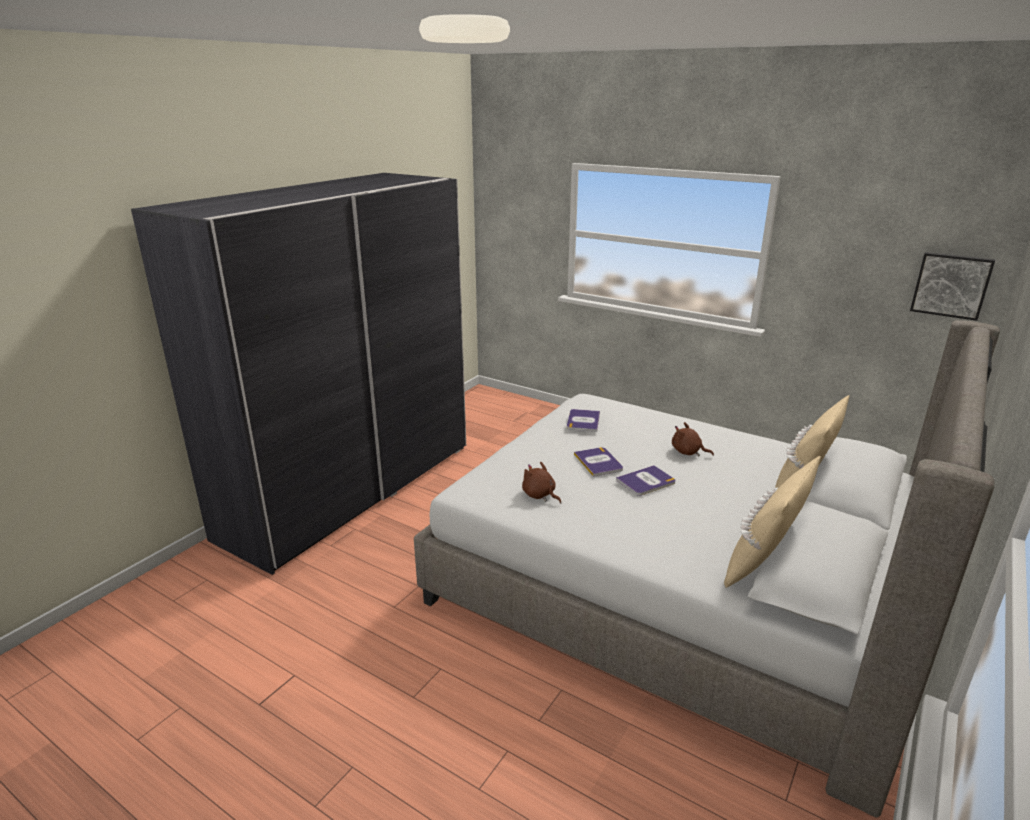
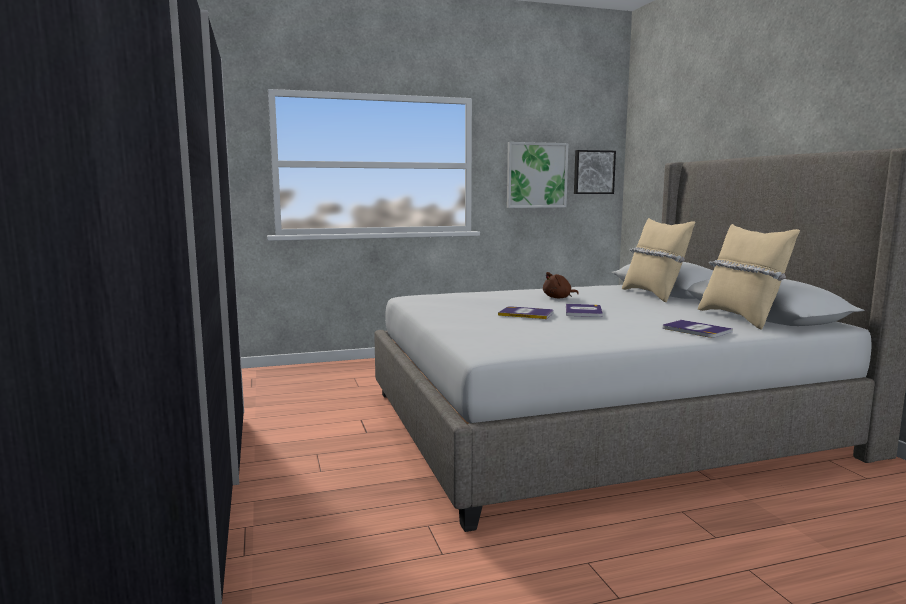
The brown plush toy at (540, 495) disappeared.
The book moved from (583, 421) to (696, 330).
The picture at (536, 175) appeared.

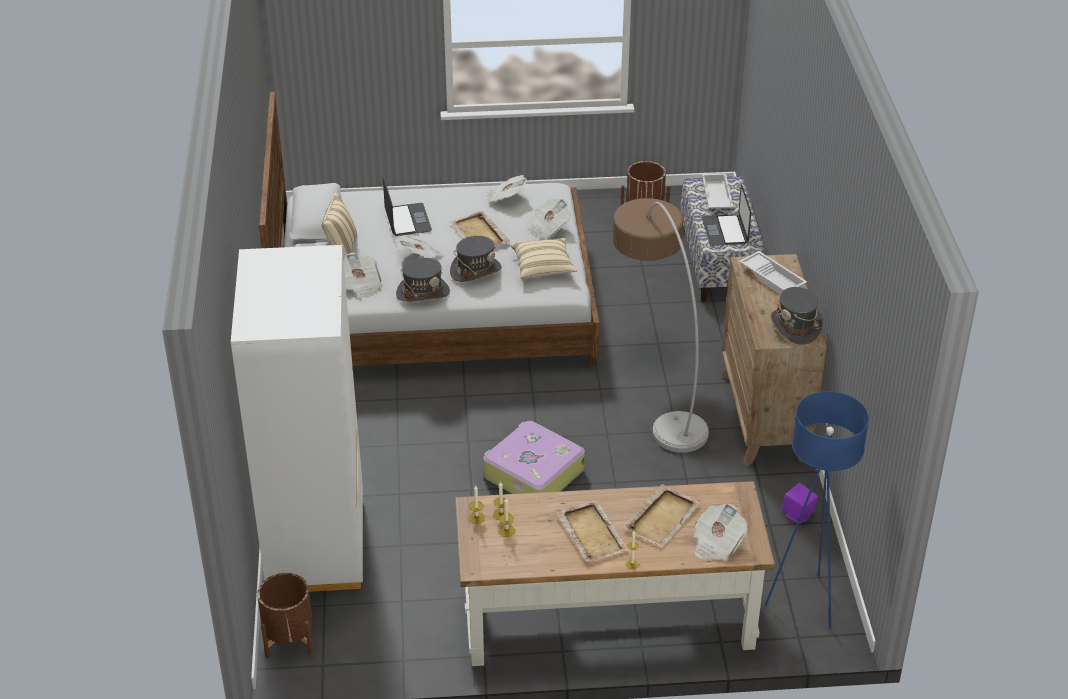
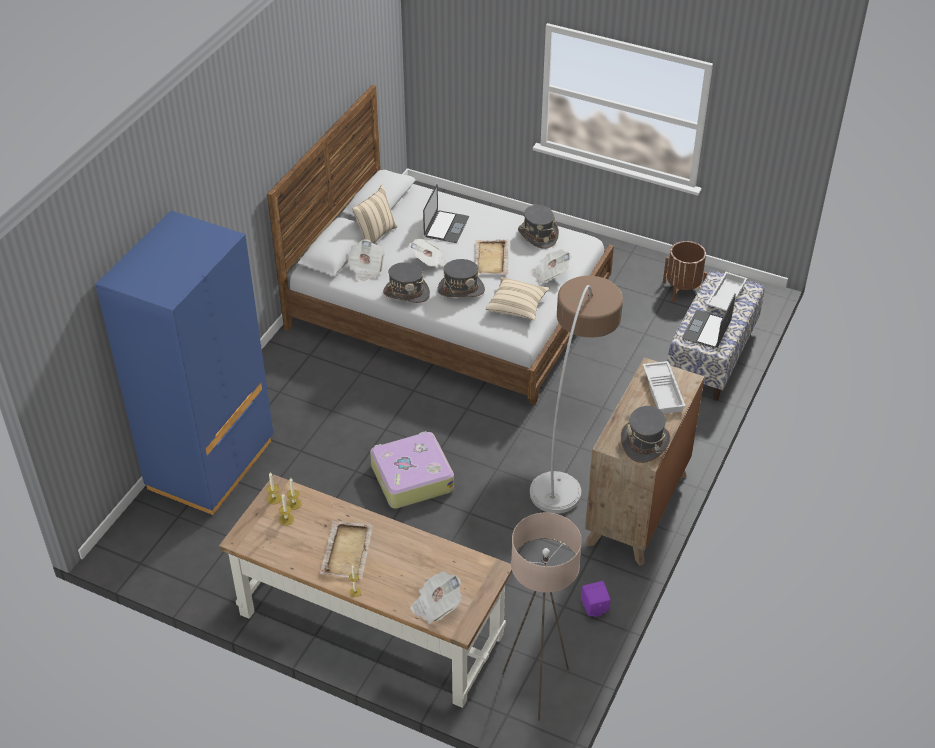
The white wardrobe at (316, 544) became the blue wardrobe at (211, 465).
The brown planter at (289, 639) disappeared.
The newspaper at (505, 198) was replaced by the grey hat at (537, 235).
The beige tray at (662, 517) disappeared.
The blue floor lamp at (805, 602) became the beige floor lamp at (537, 687).

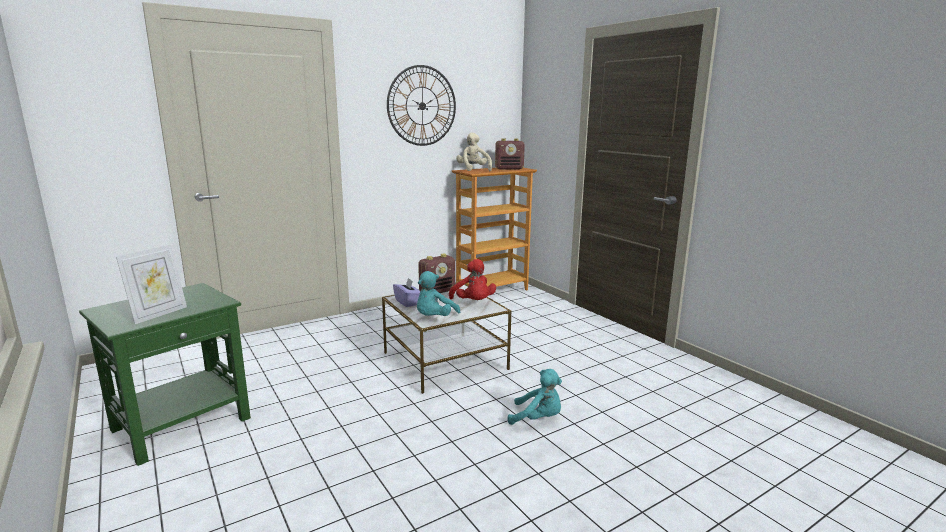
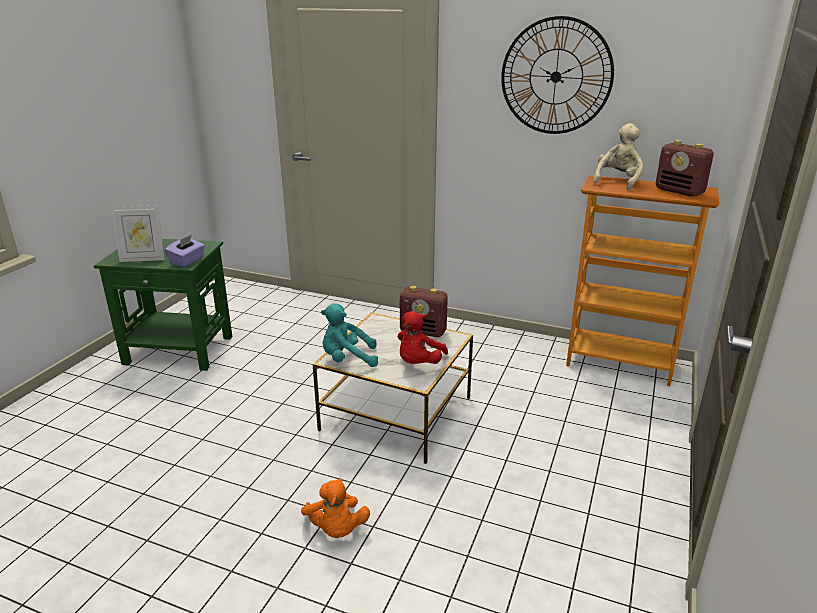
The purple tissue box moved from (408, 302) to (187, 261).
The turquoise plush toy at (538, 418) became the orange plush toy at (336, 529).

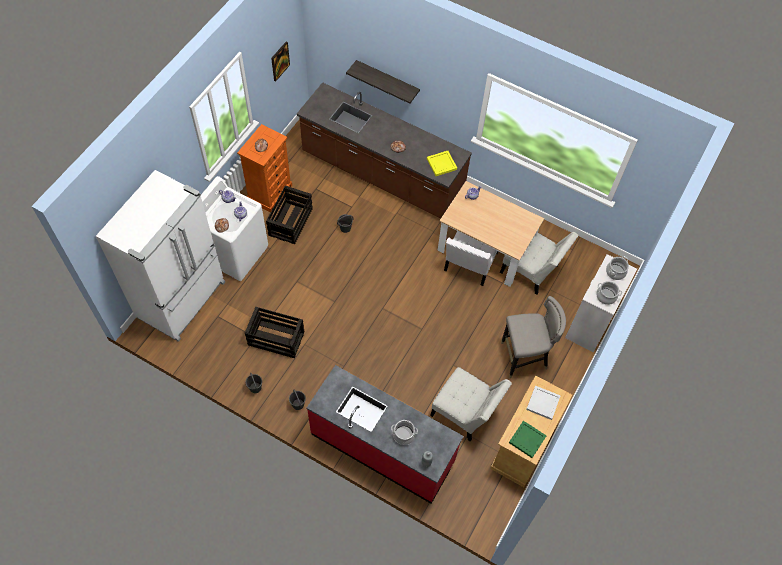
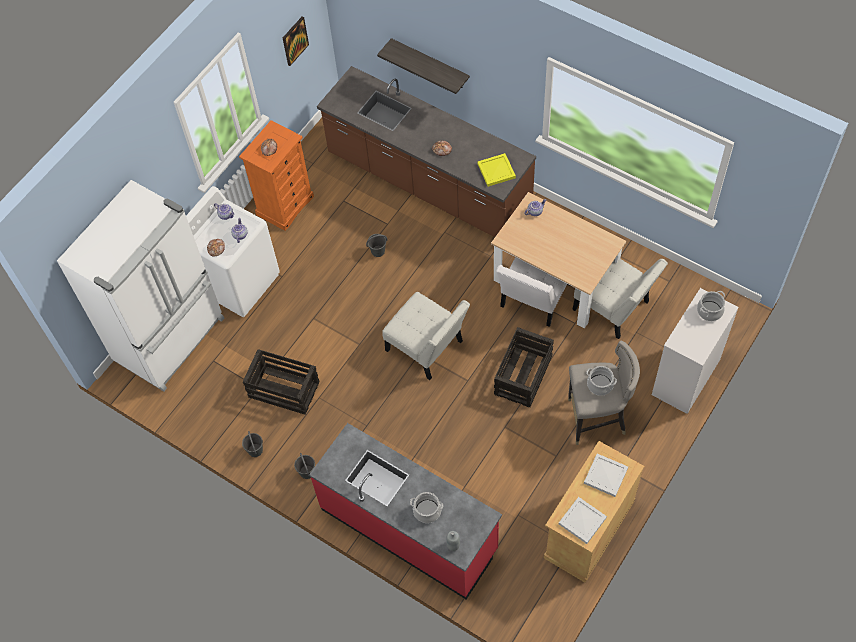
The crate moved from (290, 222) to (523, 376).
The white chair moved from (465, 413) to (427, 349).
The green tray at (527, 439) became the white tray at (582, 520).
The cooking pot moved from (606, 296) to (600, 384).

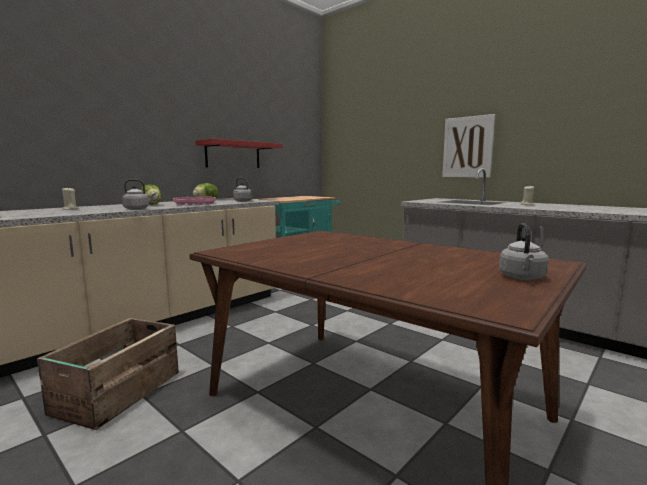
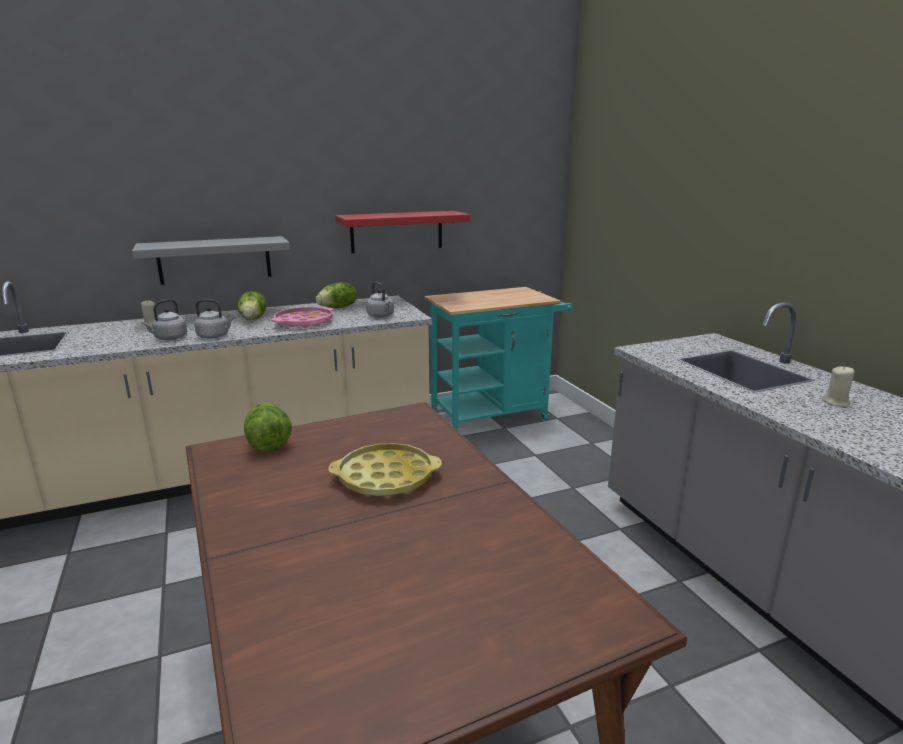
The crate at (116, 393) disappeared.
The picture at (467, 147) disappeared.
The grey kettle moved from (522, 278) to (169, 338).
The grey shelf at (215, 260) appeared.
The lettuce at (267, 443) appeared.
The yellow tray at (385, 477) appeared.

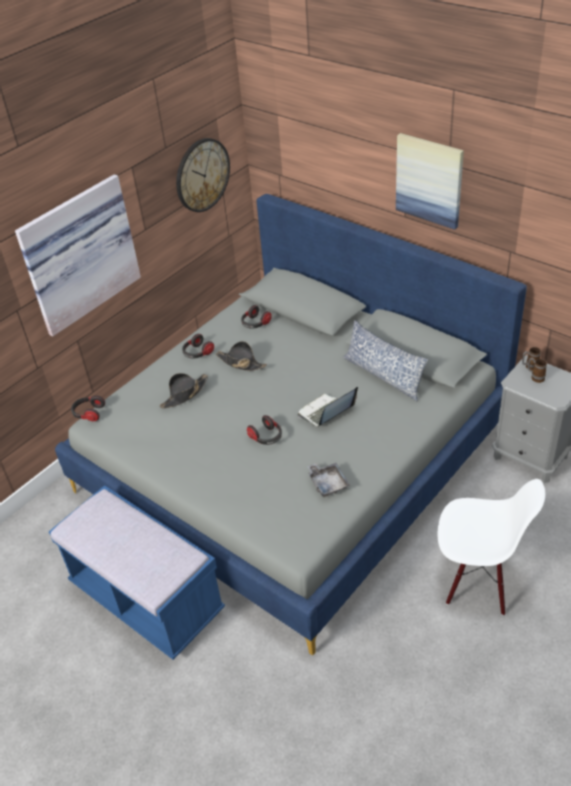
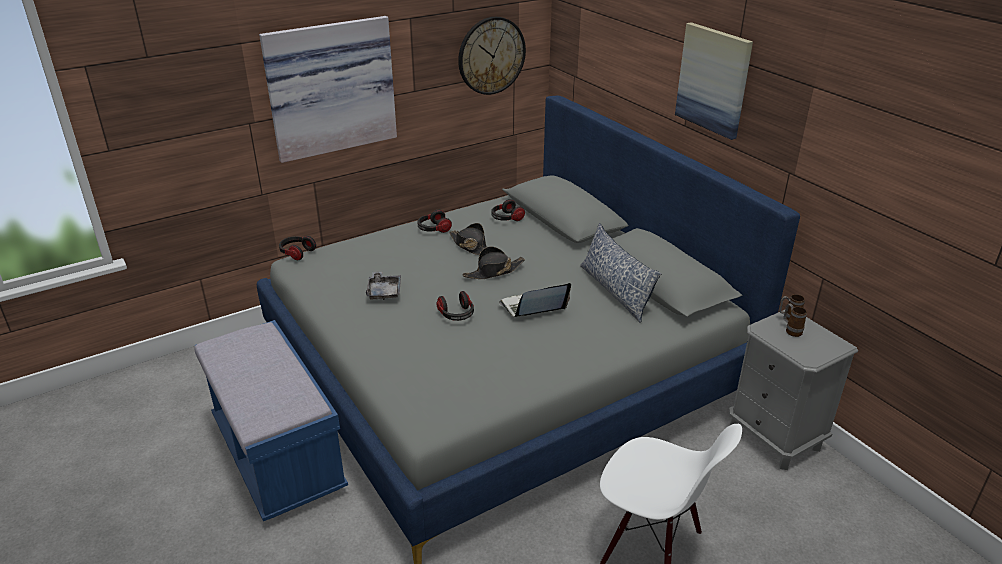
The black hat moved from (184, 394) to (493, 271).
The grey tray moved from (328, 483) to (384, 291).

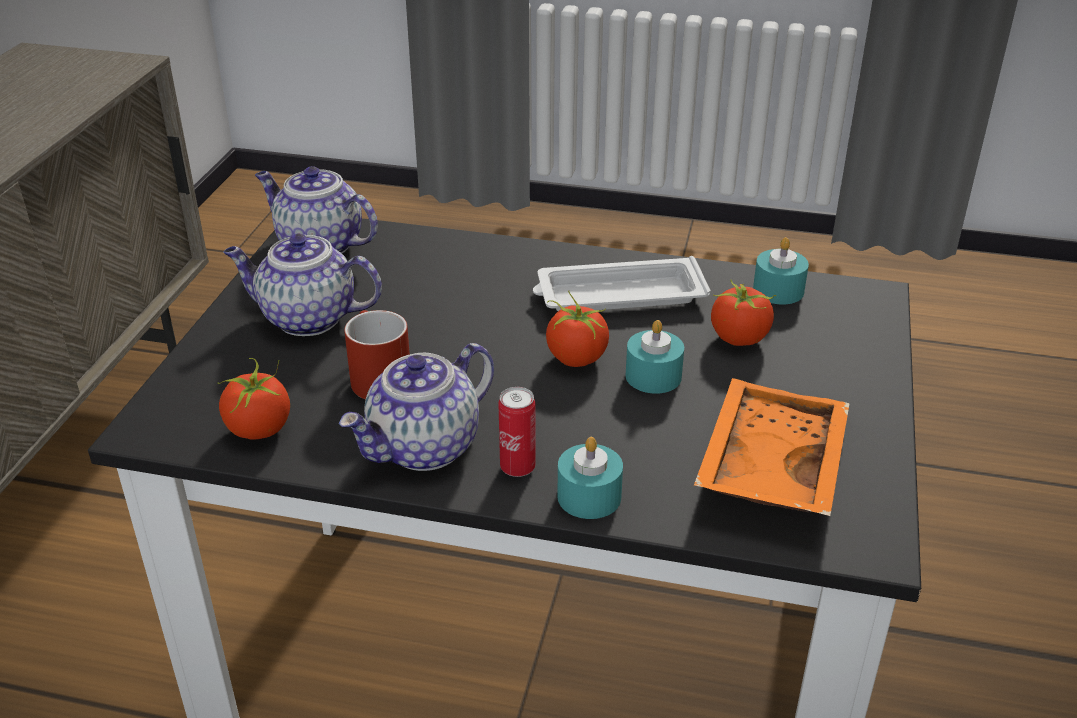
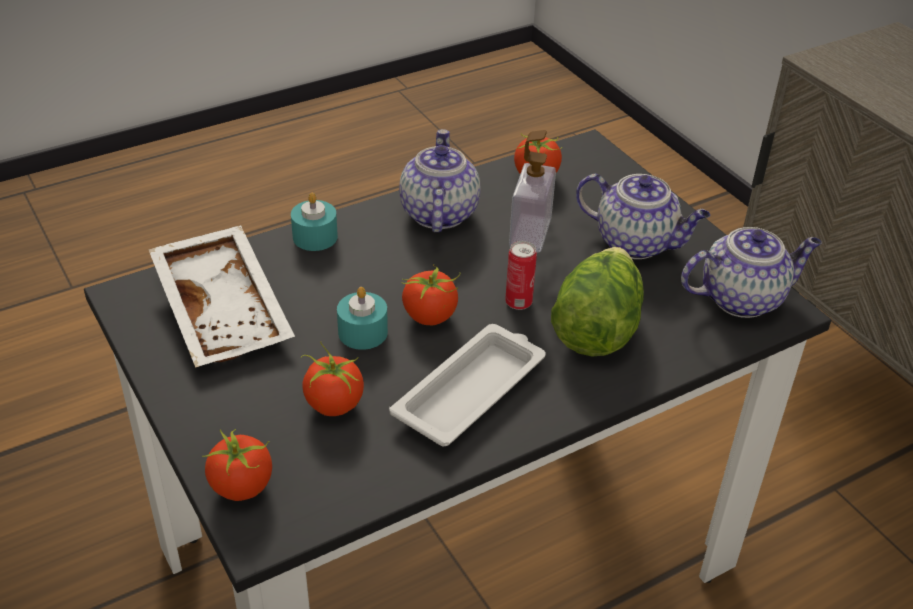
The teapot at (306, 318) turned 60 degrees clockwise.
The red mug at (375, 376) was replaced by the soap dispenser at (530, 233).
The can moved from (517, 468) to (518, 303).
The orange tray at (768, 465) became the white tray at (226, 310).
The turquoise candle at (778, 290) disappeared.
The tomato at (242, 487) appeared.
The lettuce at (596, 325) appeared.

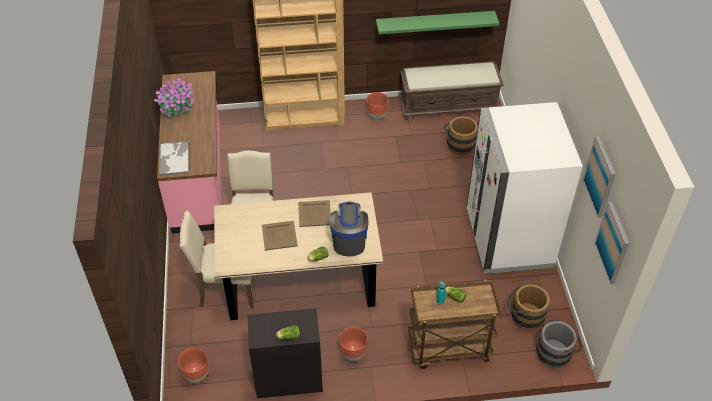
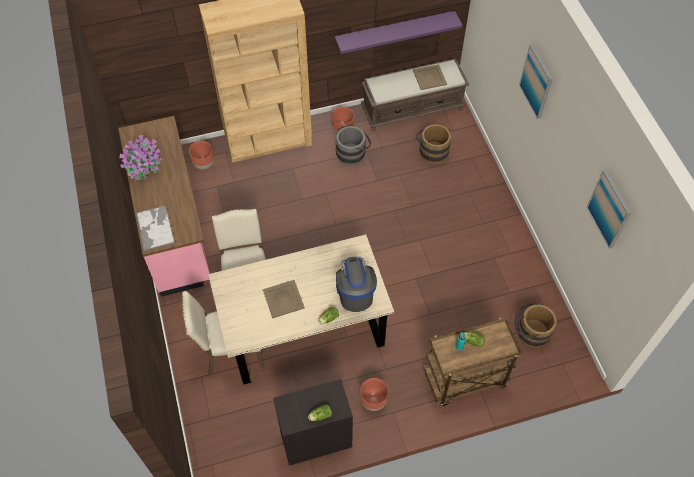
The brown planter moved from (196, 374) to (204, 164).
The beige tray moved from (315, 213) to (430, 77).
The green shelf at (435, 23) became the purple shelf at (394, 31).
The white fridge at (508, 238) disappeared.
The grey bucket moved from (556, 353) to (353, 153).
The picture moved from (613, 243) to (537, 81).

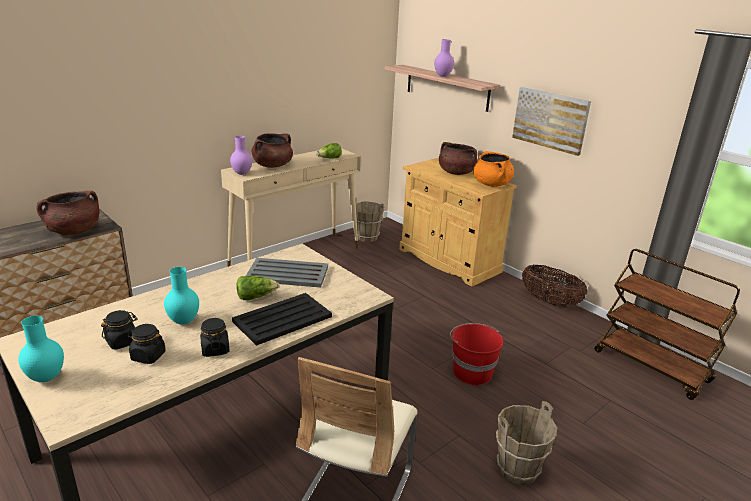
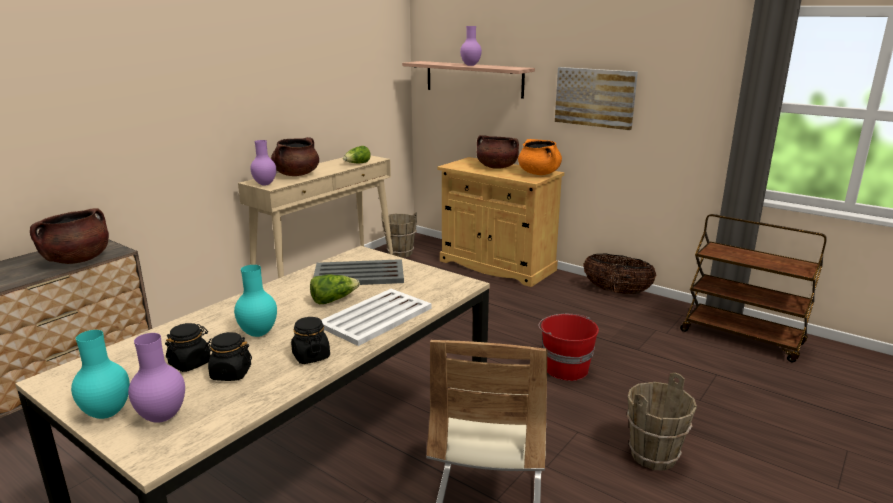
The black tray at (283, 319) became the white tray at (377, 317).
The purple vase at (163, 417) appeared.

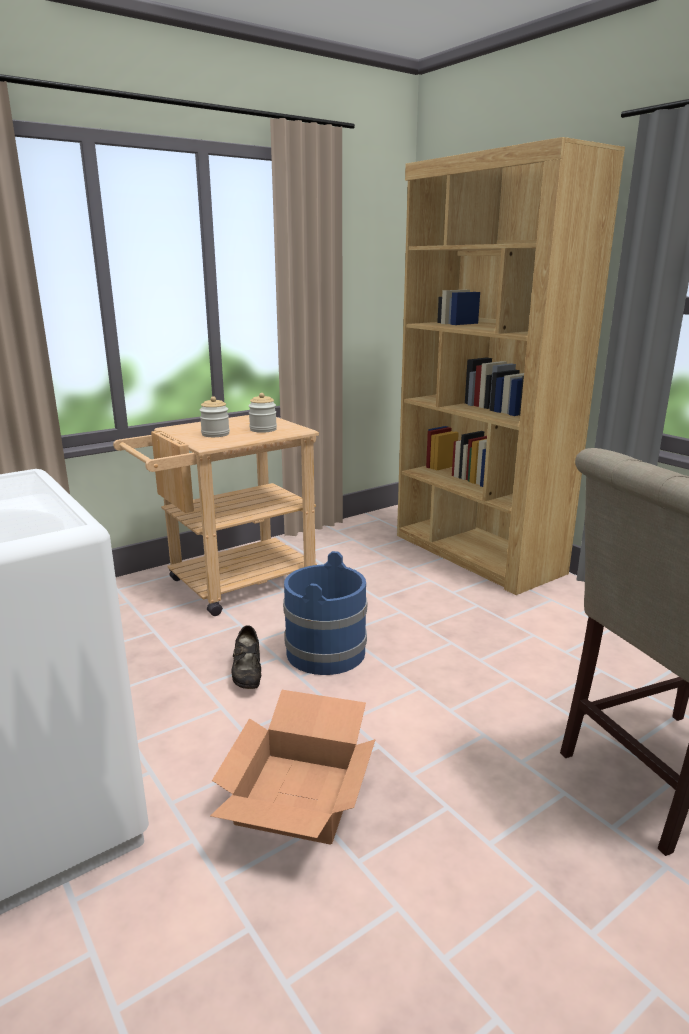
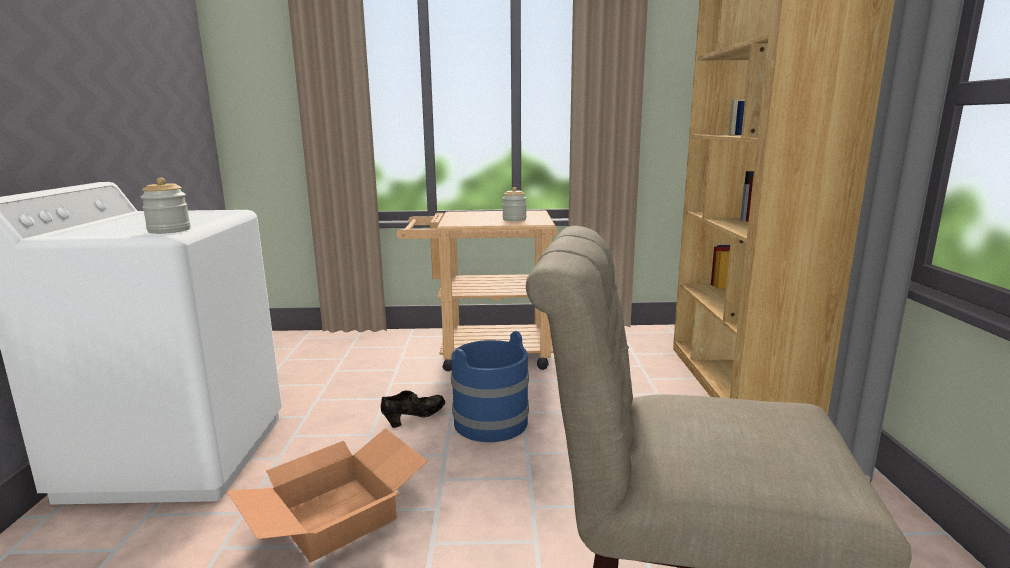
The jar moved from (215, 434) to (169, 230).
The black shoe at (247, 675) turned 150 degrees counterclockwise.

